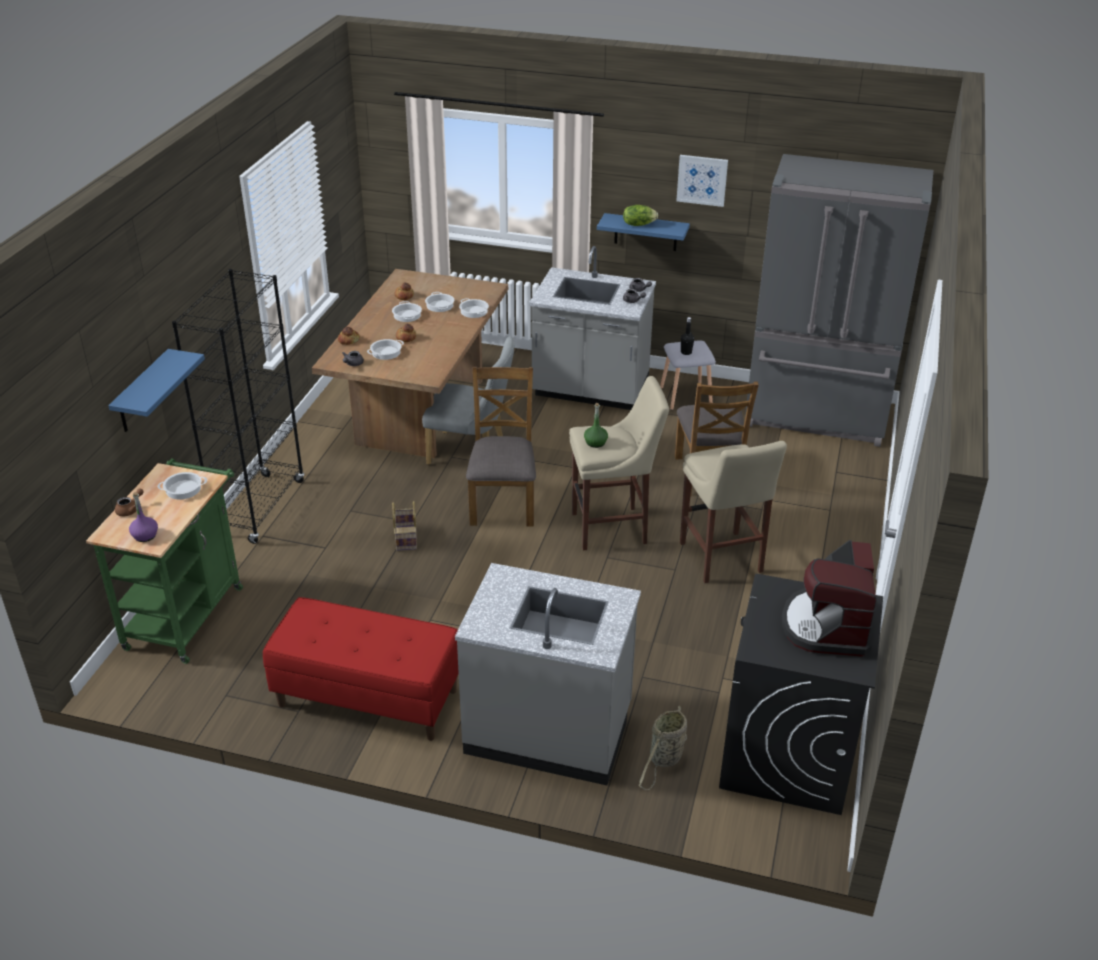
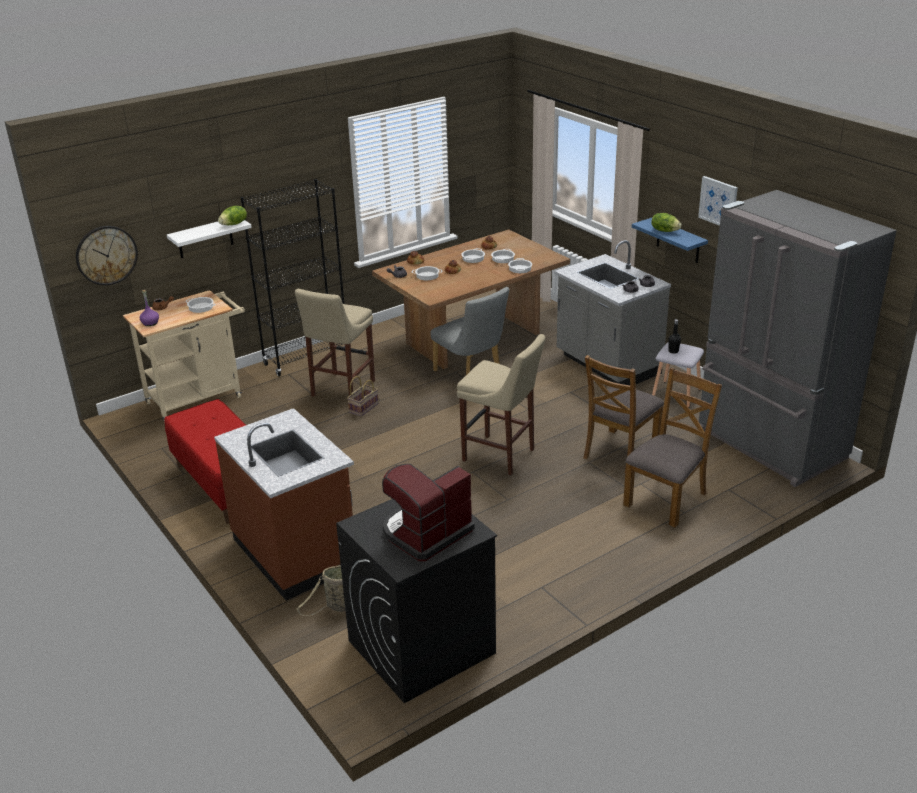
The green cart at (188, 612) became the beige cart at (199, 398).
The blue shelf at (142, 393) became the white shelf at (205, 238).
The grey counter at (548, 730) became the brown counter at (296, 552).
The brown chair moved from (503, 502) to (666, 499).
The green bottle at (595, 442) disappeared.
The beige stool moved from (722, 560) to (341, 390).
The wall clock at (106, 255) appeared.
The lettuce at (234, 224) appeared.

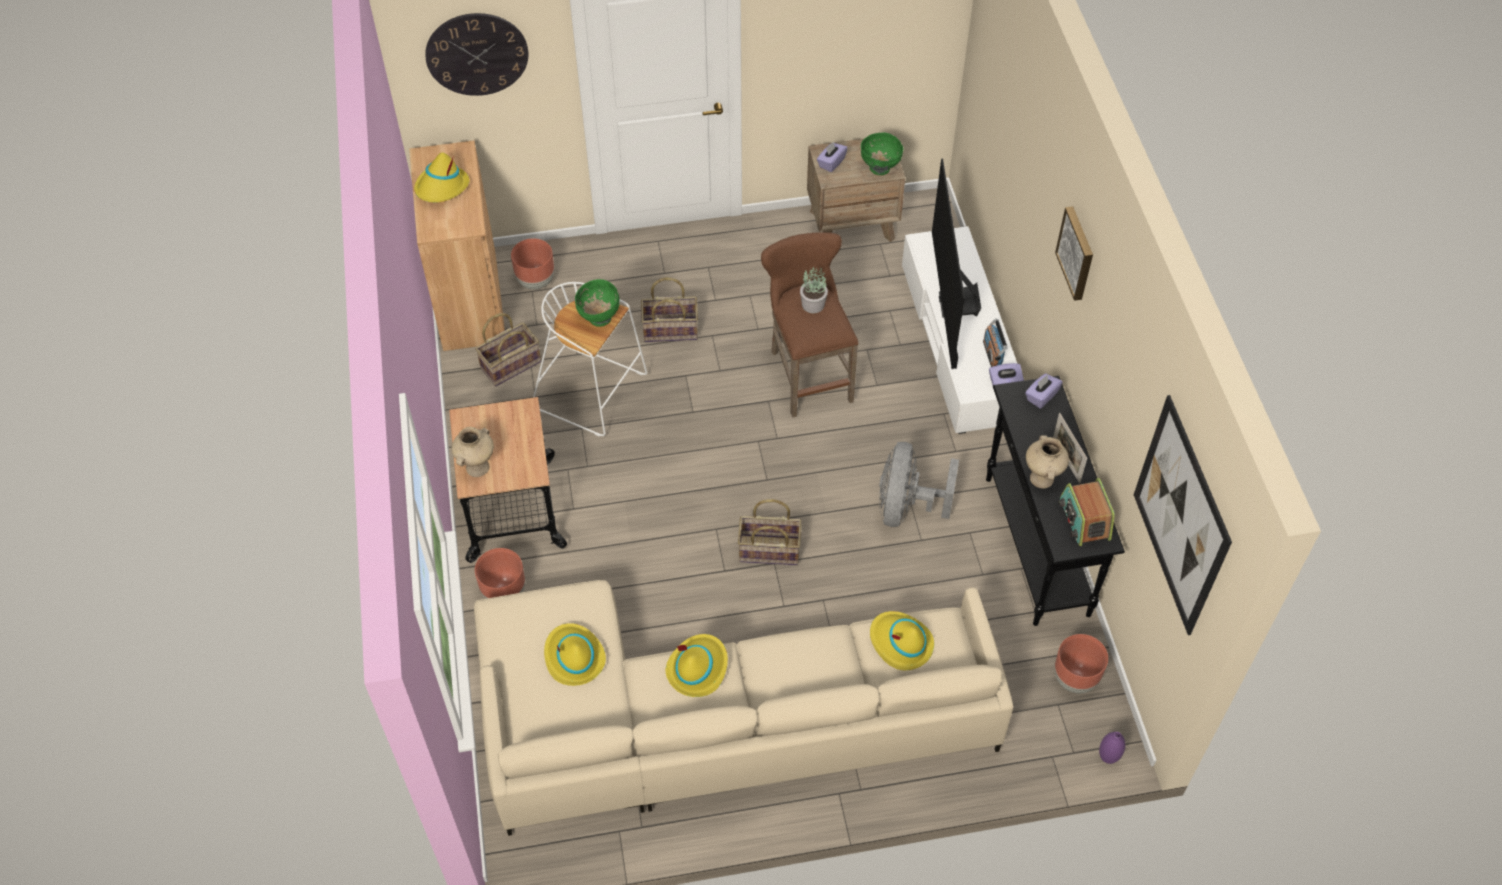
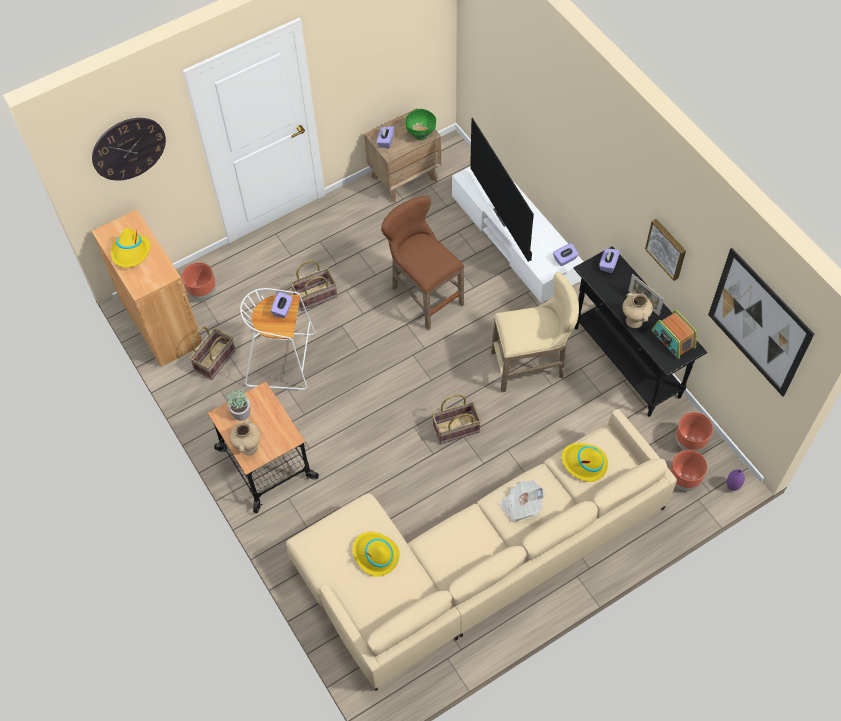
The brown planter moved from (504, 593) to (684, 480).
The green bowl at (599, 318) was replaced by the purple tissue box at (283, 309).
The yellow hat at (697, 668) disappeared.
The potted plant moved from (813, 305) to (242, 412).
The grey fan at (906, 507) was replaced by the beige stool at (532, 366).
The radio at (992, 354) disappeared.
The picture moved from (1077, 253) to (667, 248).
The newspaper at (521, 505) appeared.

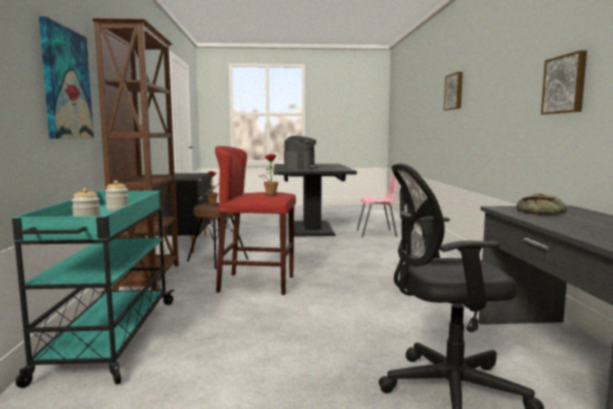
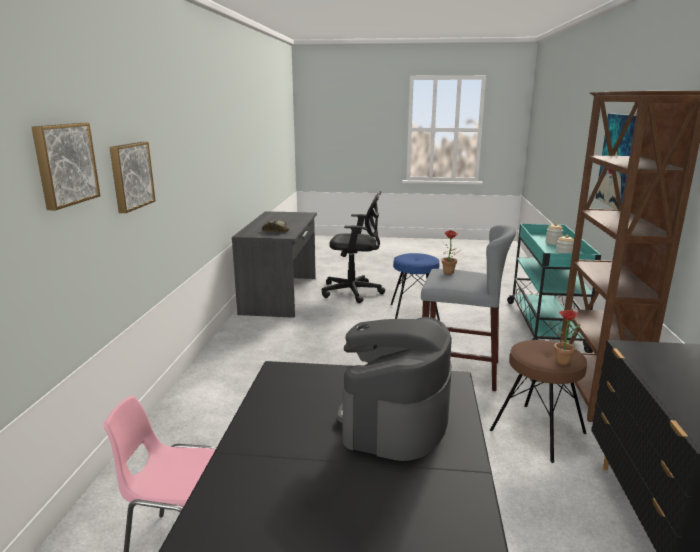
The red stool at (257, 284) became the grey stool at (460, 370).
The picture moved from (565, 84) to (130, 176).
The blue stool at (414, 312) appeared.

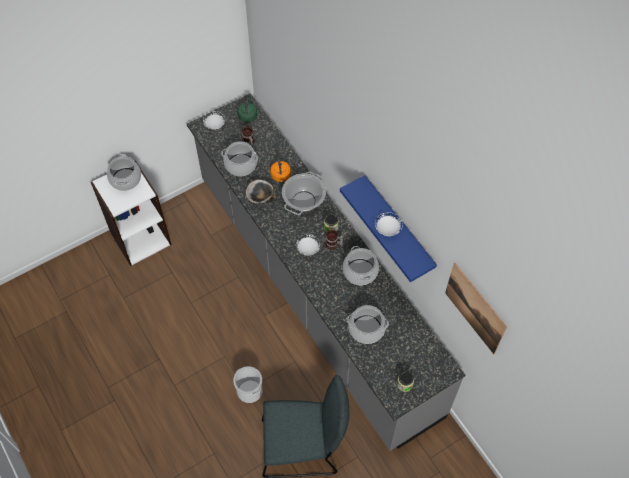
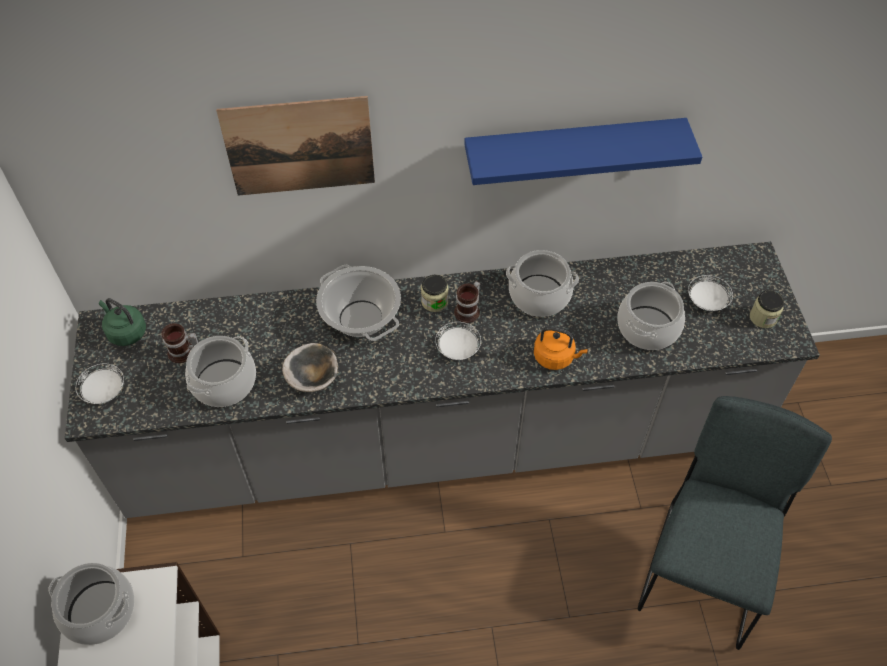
The bucket at (249, 391) disappeared.
The orange kettle moved from (281, 176) to (555, 357).
The white plate moved from (387, 228) to (707, 301).
The picture moved from (475, 308) to (299, 146).

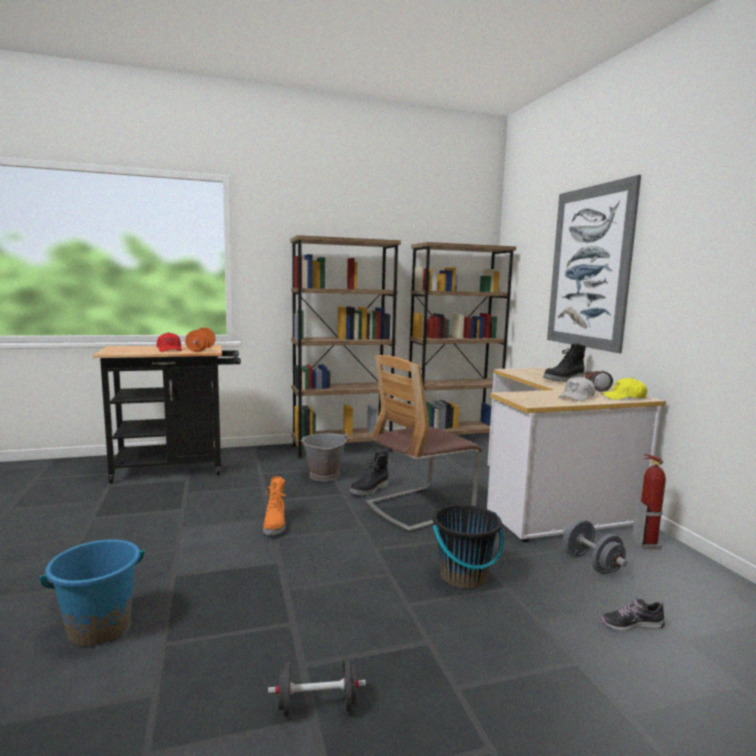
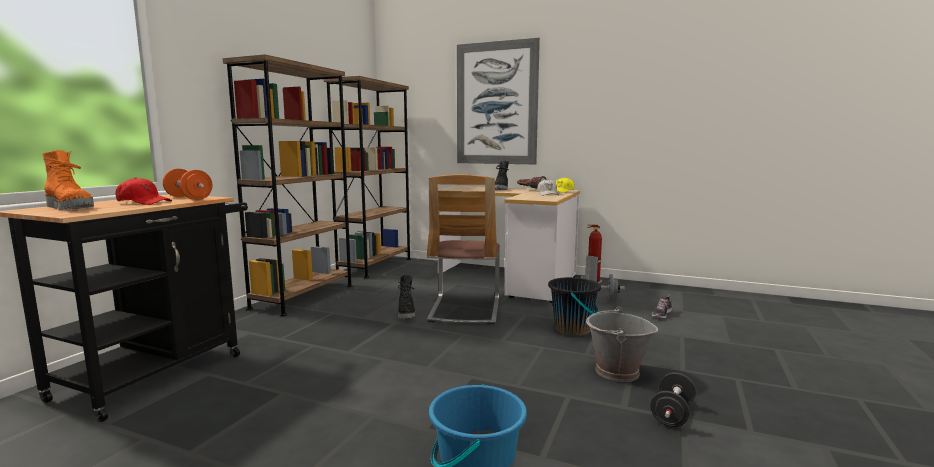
The orange boot moved from (275, 525) to (71, 208).
The grey bucket moved from (324, 475) to (616, 372).

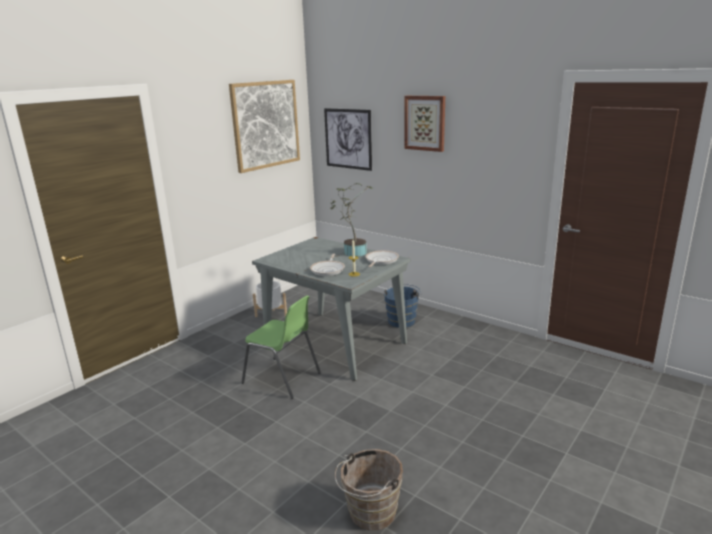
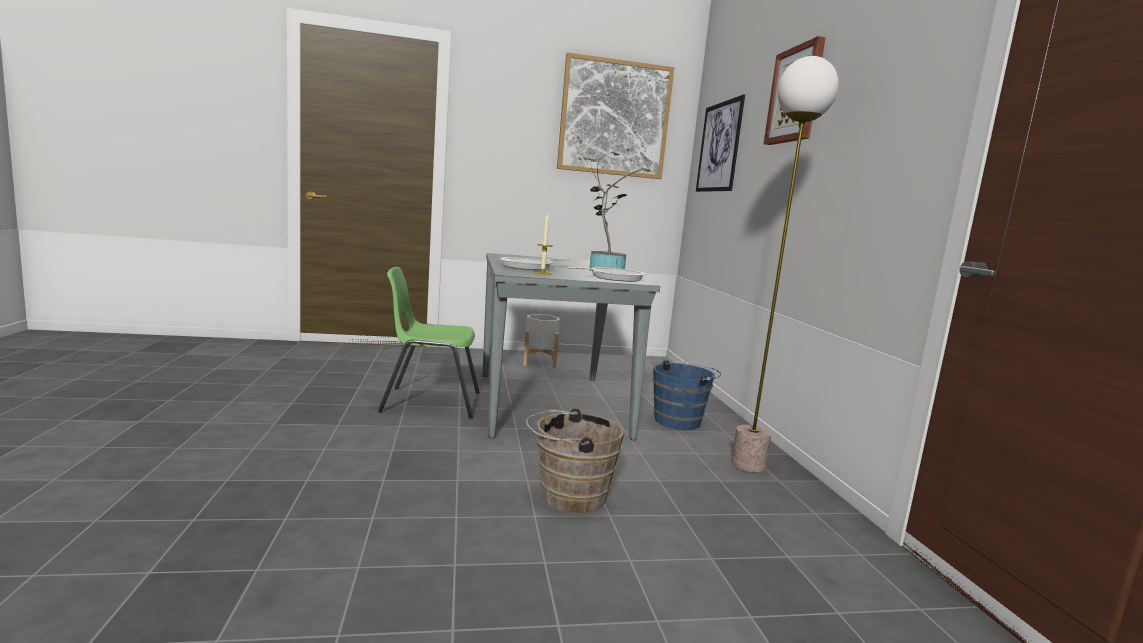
The green chair at (283, 378) turned 105 degrees clockwise.
The brown bucket moved from (369, 514) to (567, 496).
The floor lamp at (748, 465) appeared.

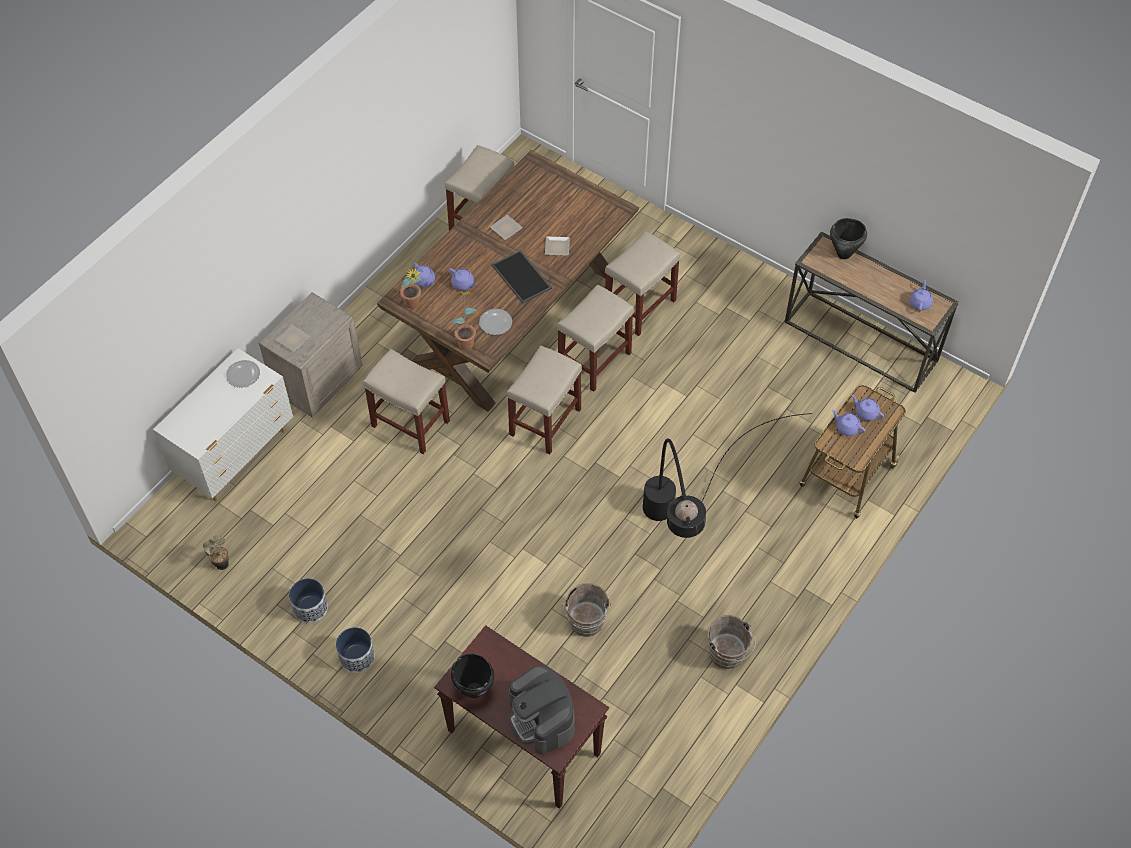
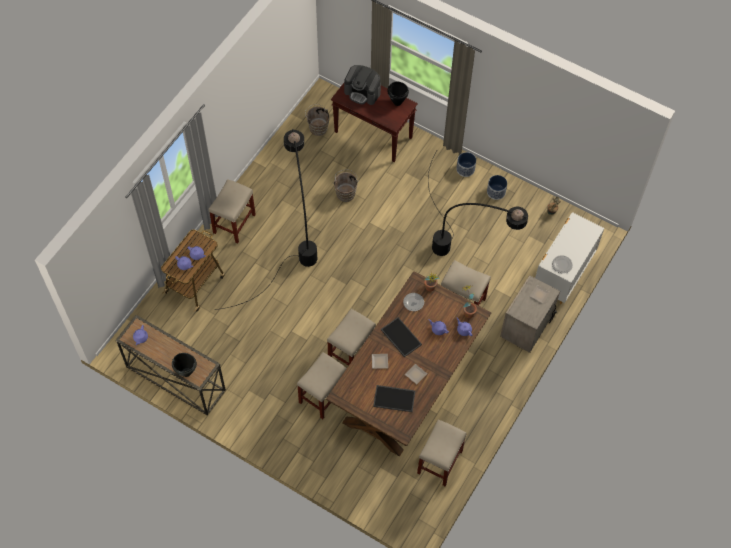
The beige stool moved from (545, 423) to (234, 223).
The coffee machine at (542, 719) turned 150 degrees clockwise.
The brown bucket moved from (728, 656) to (317, 127).
The tray at (394, 398) appeared.
The black floor lamp at (465, 247) appeared.

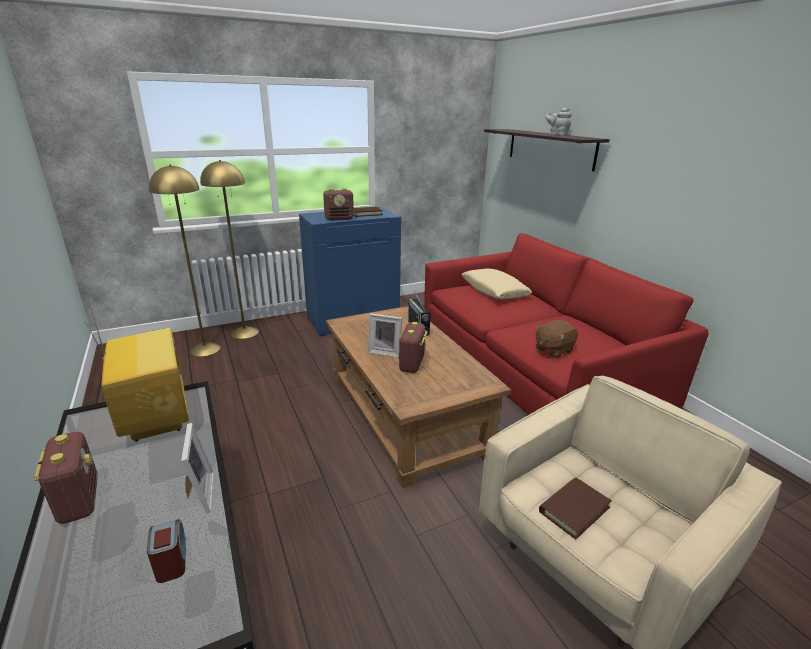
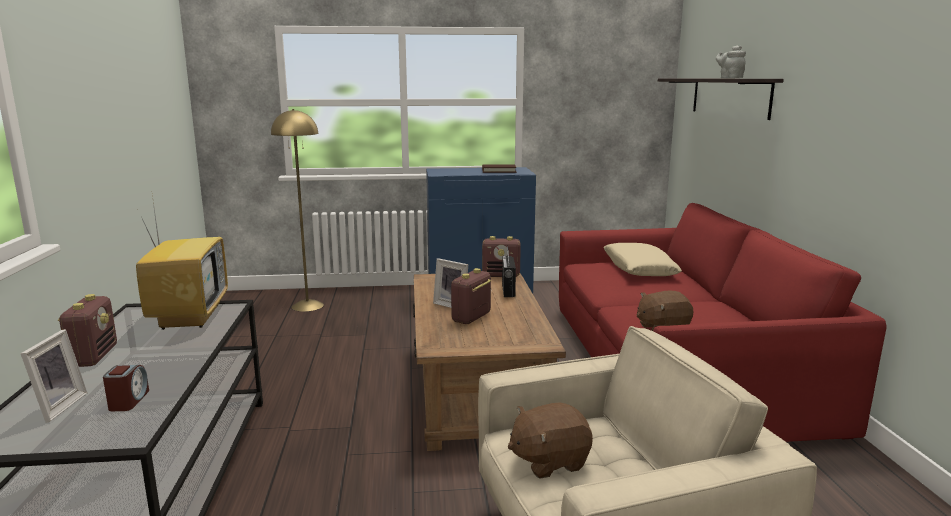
The picture frame moved from (198, 494) to (56, 407).
The yellow floor lamp at (244, 332) disappeared.
The radio moved from (339, 219) to (501, 275).
The brown book at (574, 509) was replaced by the brown plush toy at (549, 461).

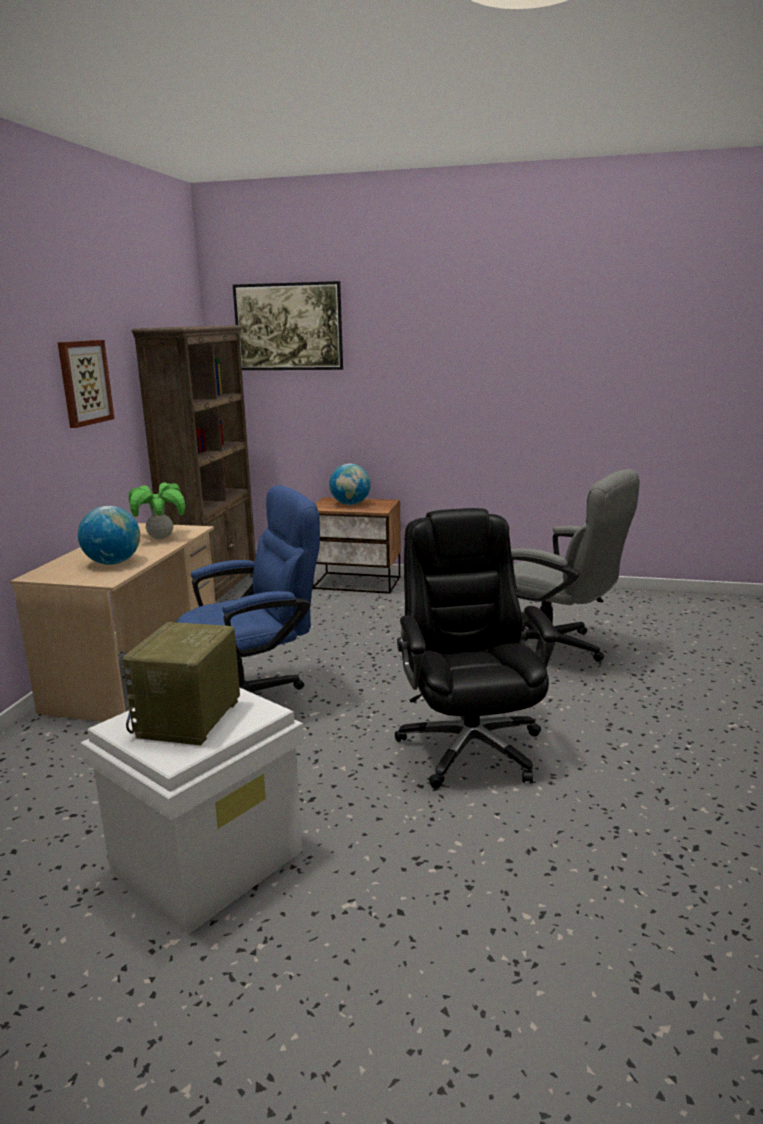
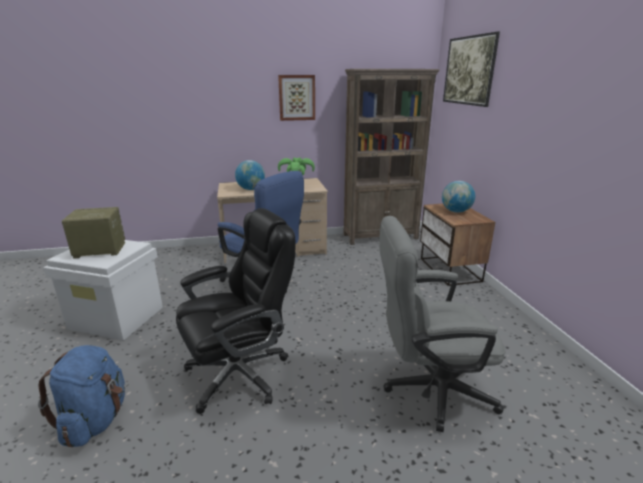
The grey office chair at (556, 649) turned 75 degrees clockwise.
The blue backpack at (95, 419) appeared.

